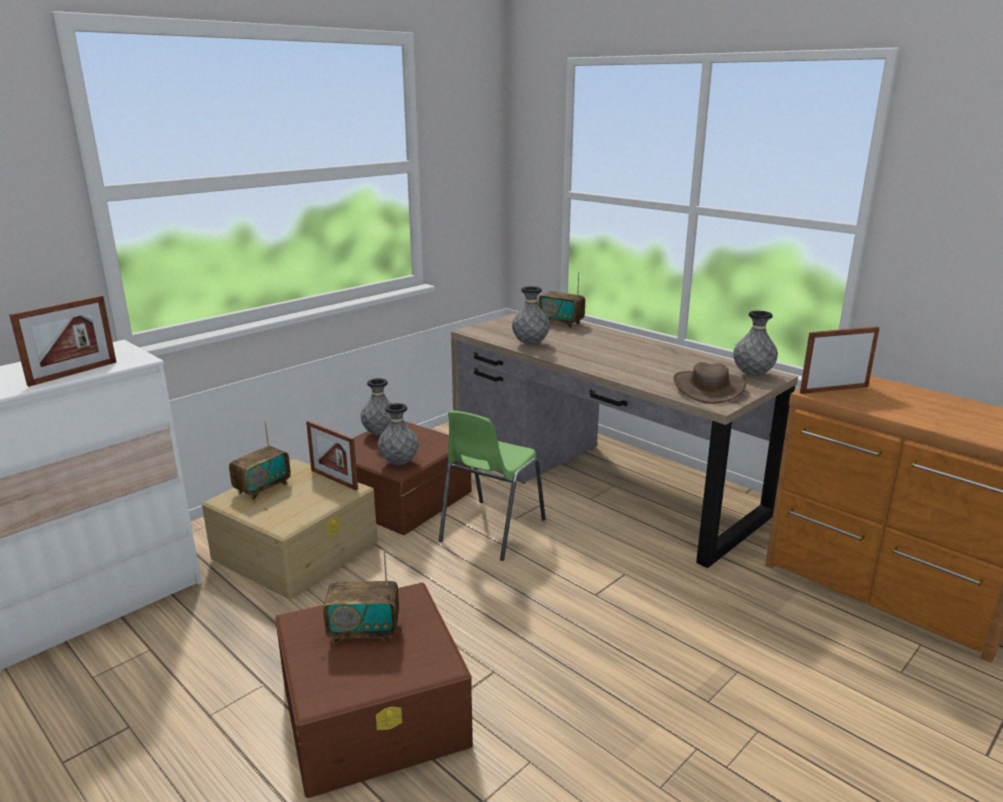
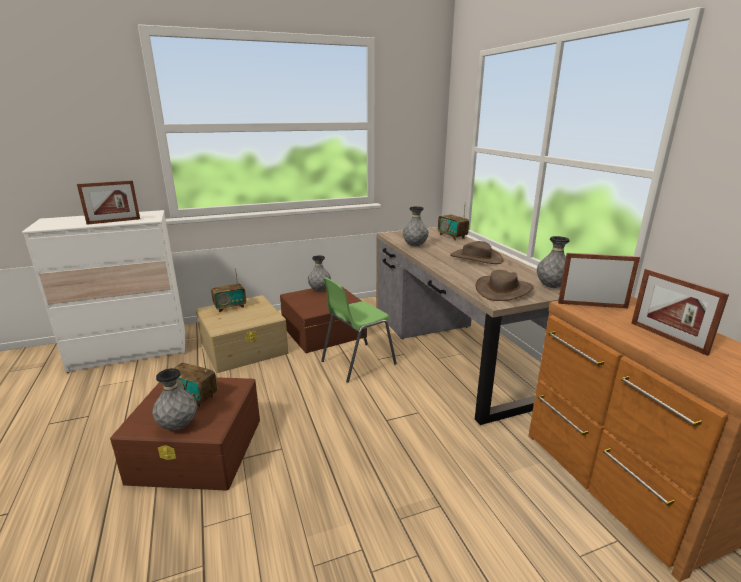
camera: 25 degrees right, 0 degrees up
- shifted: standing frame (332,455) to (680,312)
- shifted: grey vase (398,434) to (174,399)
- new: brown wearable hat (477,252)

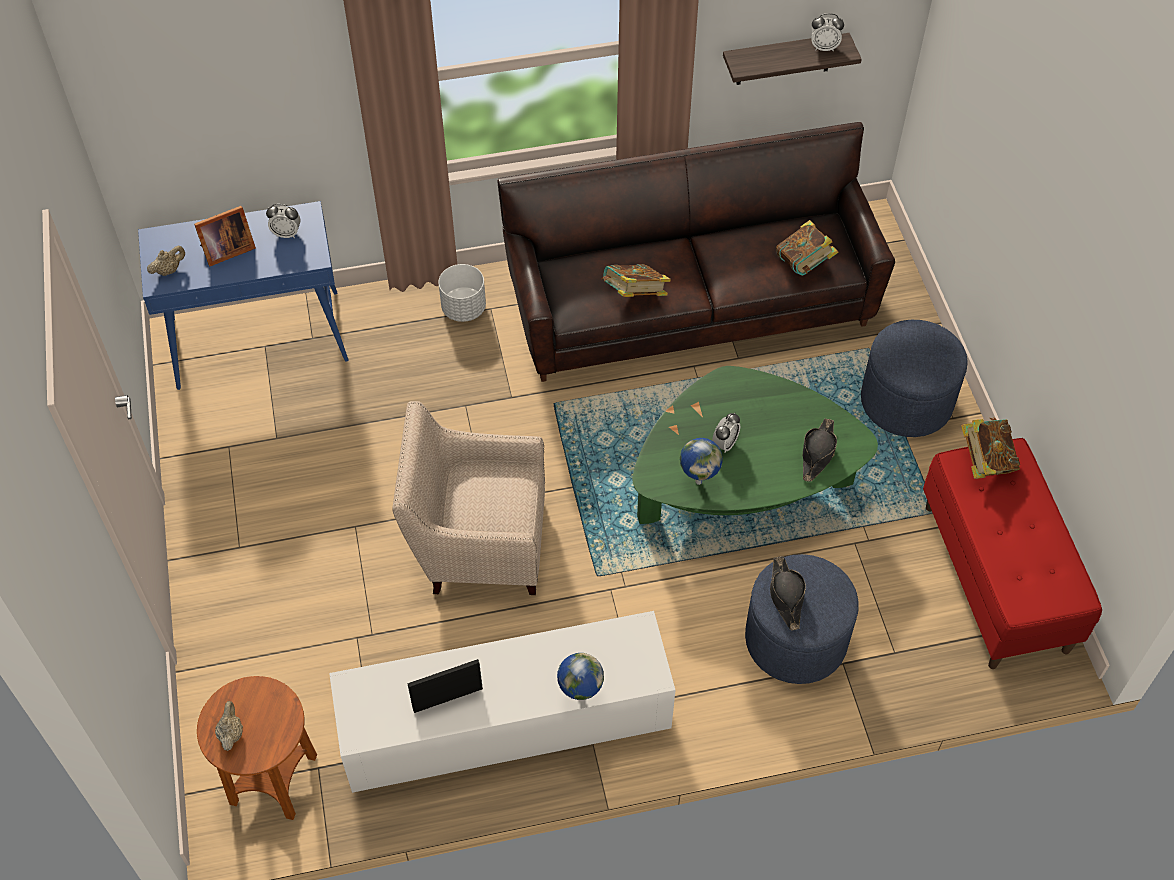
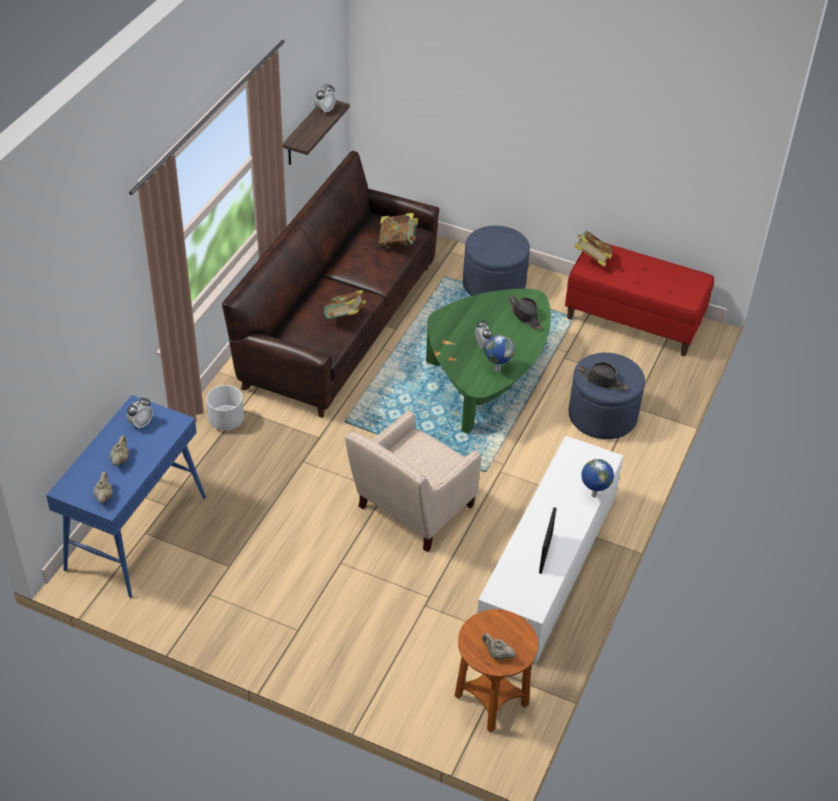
camera: 55 degrees left, 10 degrees down
- swapped: standing frame (225,236) to sand-coloured teapot (119,451)

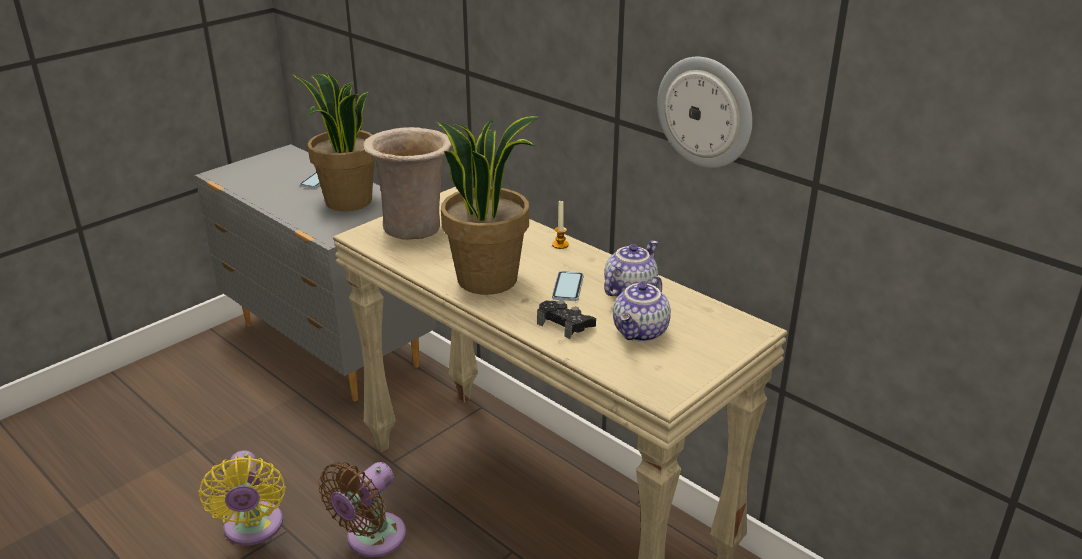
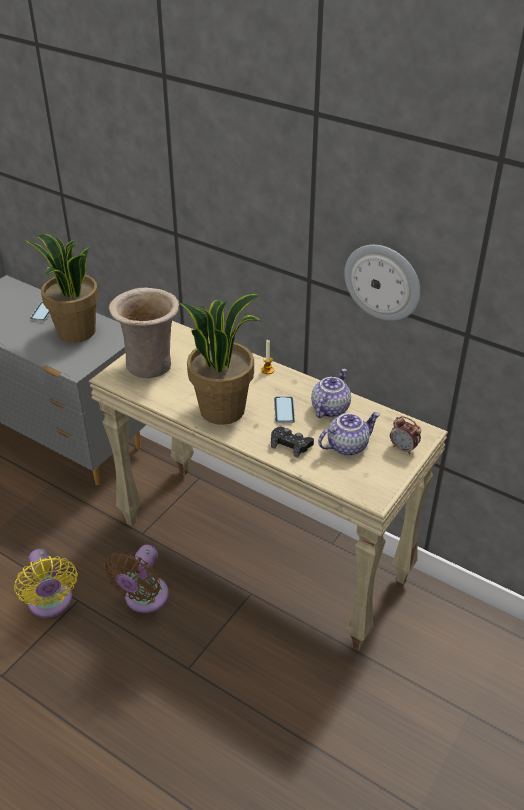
camera: 10 degrees left, 10 degrees up
- rotated: teapot (642,309) = (349,434) 135 degrees counterclockwise
- new: table clock (405,435)

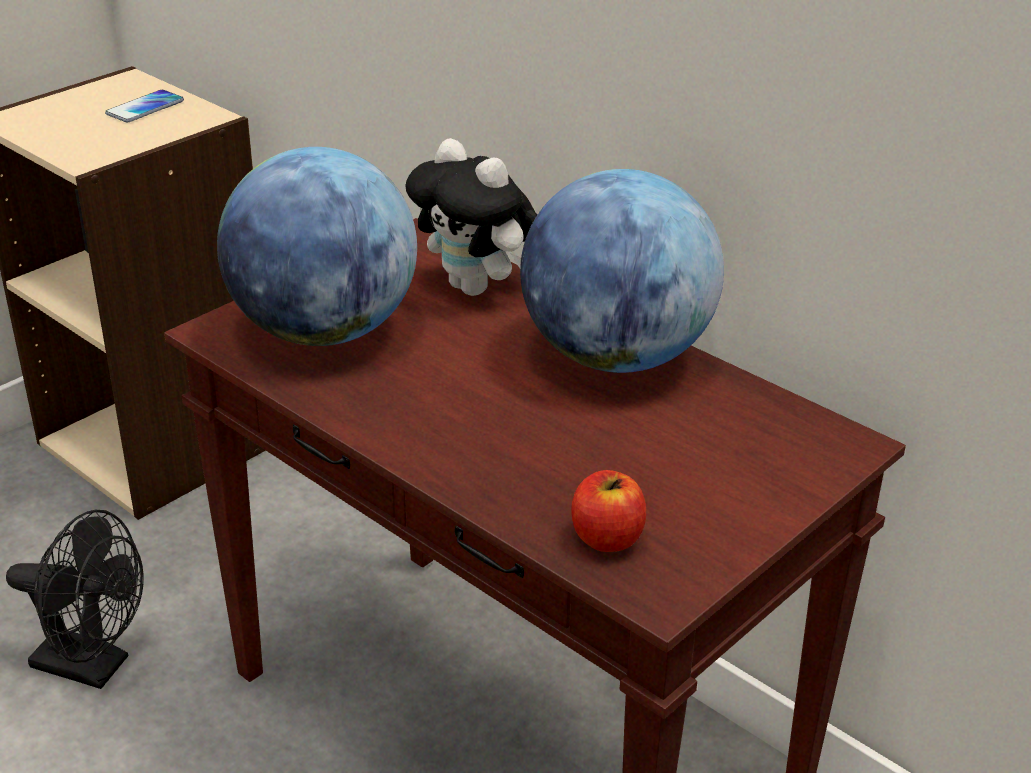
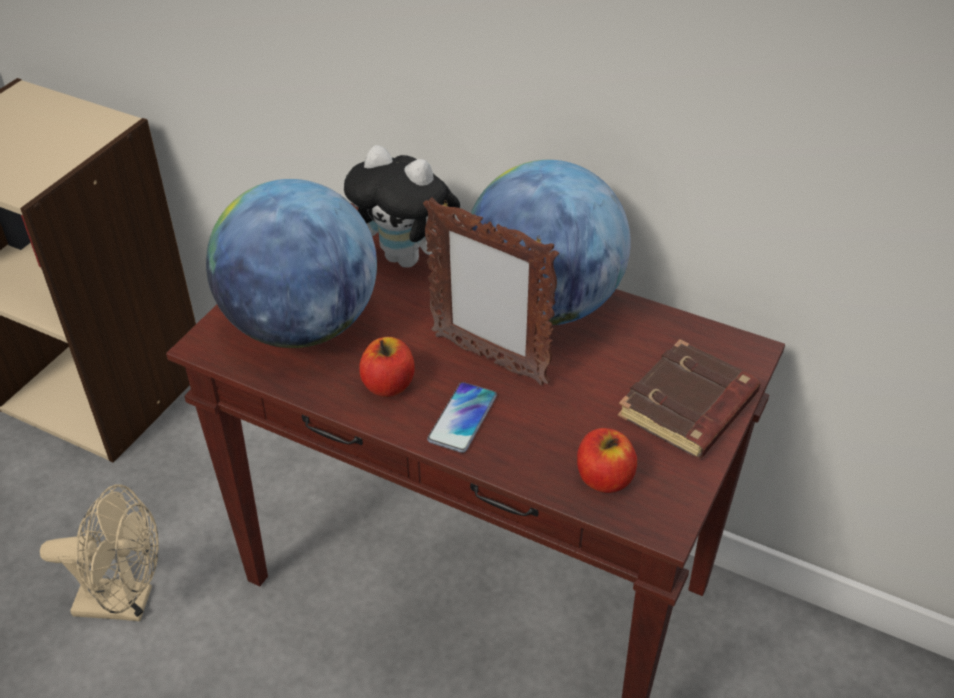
camera: 15 degrees left, 10 degrees up
- repainted: black-coloured fan (75,599) to sand-coloured fan (99,552)
- shifted: phone (144,106) to (462,417)
- new: apple (387,367)
- new: standing frame (491,291)
- new: brown book (689,399)

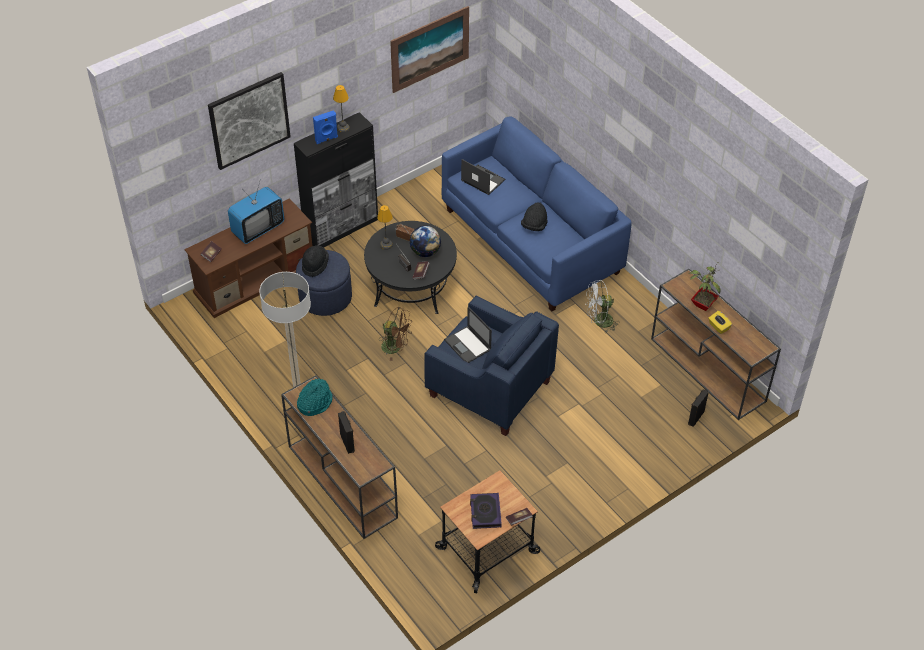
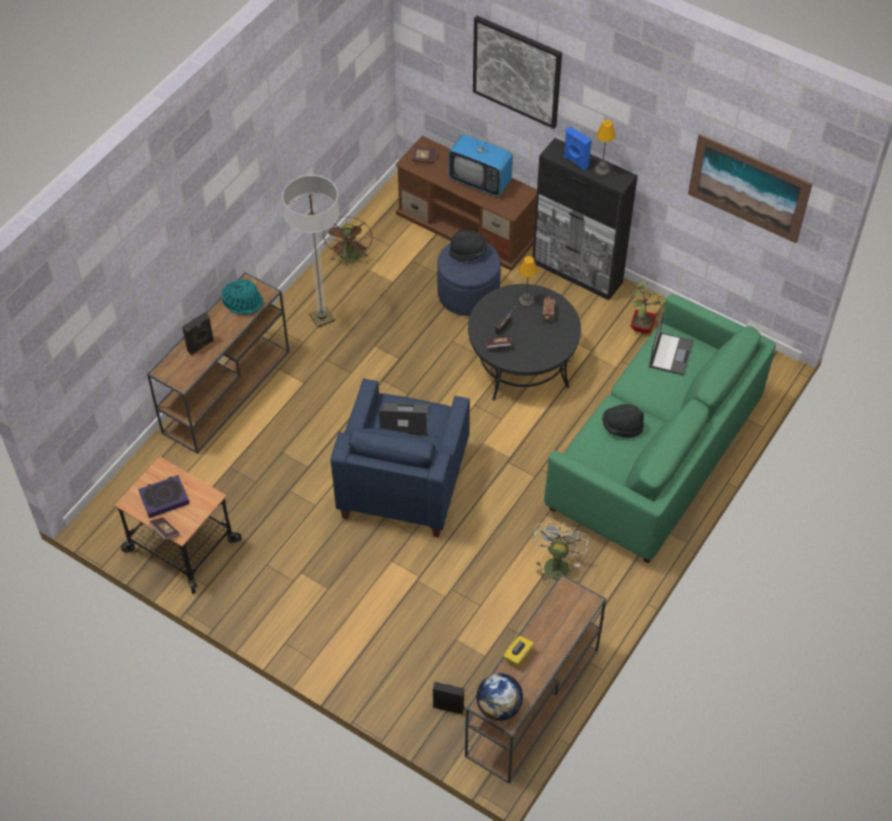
camera: 70 degrees right, 5 degrees up
- shifted: brown fan (396,334) to (347,239)
- shifted: globe (425,241) to (499,697)
- repainted: blue settee (537,214) to green settee (660,428)
- rotated: laptop (468,335) = (404,418) 60 degrees clockwise
- rotated: white fan (603,306) = (561,553) 45 degrees clockwise
- shifted: potted plant (705,287) to (648,307)

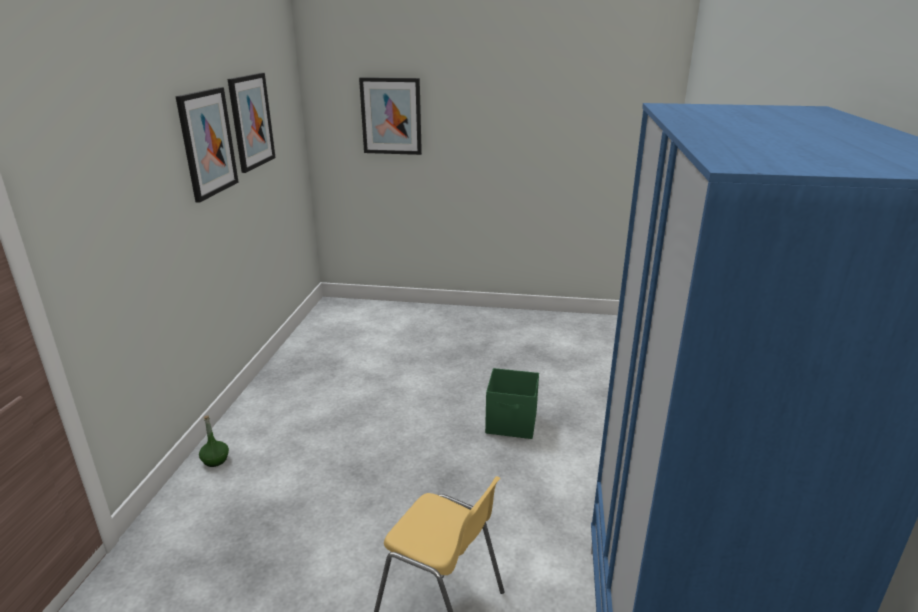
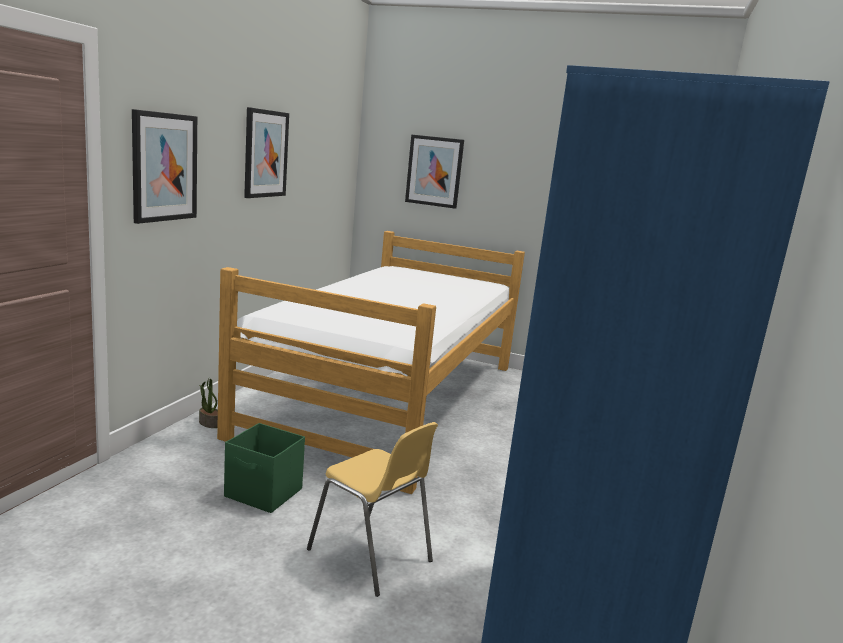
camera: 10 degrees right, 10 degrees down
- swapped: green bottle (214,441) to potted plant (208,403)
- shifted: wall art (252,123) to (164,166)
- shifted: green storage container (512,403) to (264,468)
- new: sleeping bed (371,362)

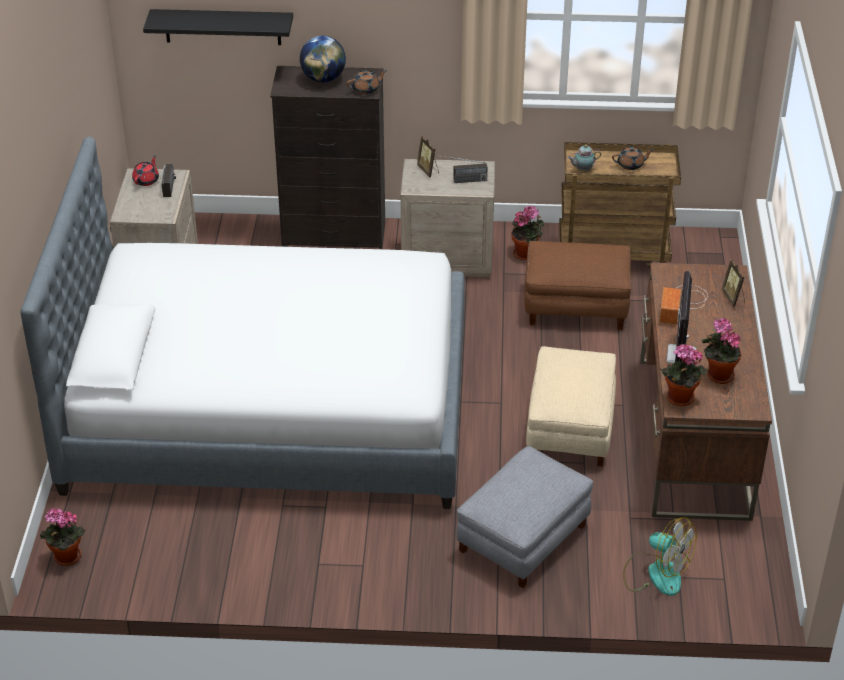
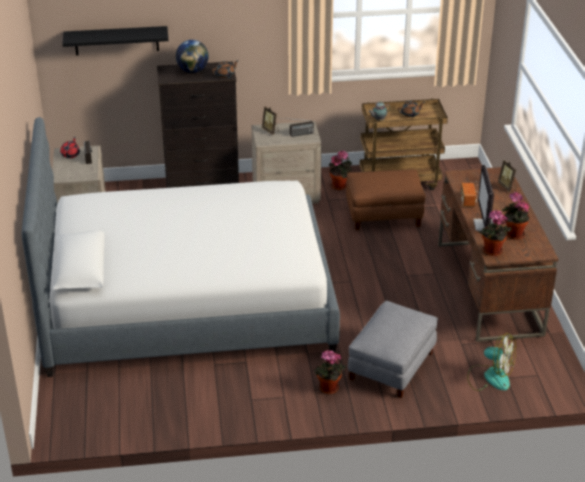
camera: 10 degrees left, 5 degrees down
- shifted: potted plant (62,537) to (329,372)
- gone: sand-coloured pouffe (571,406)

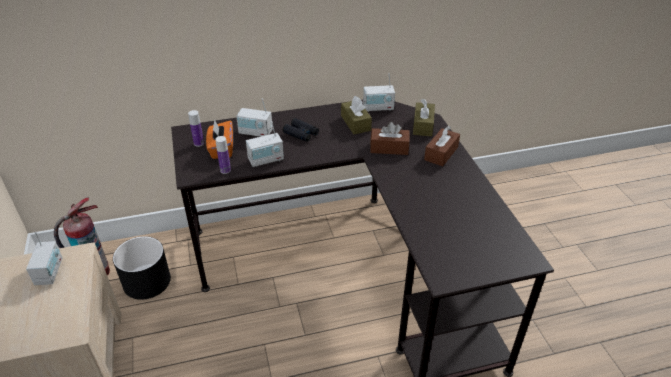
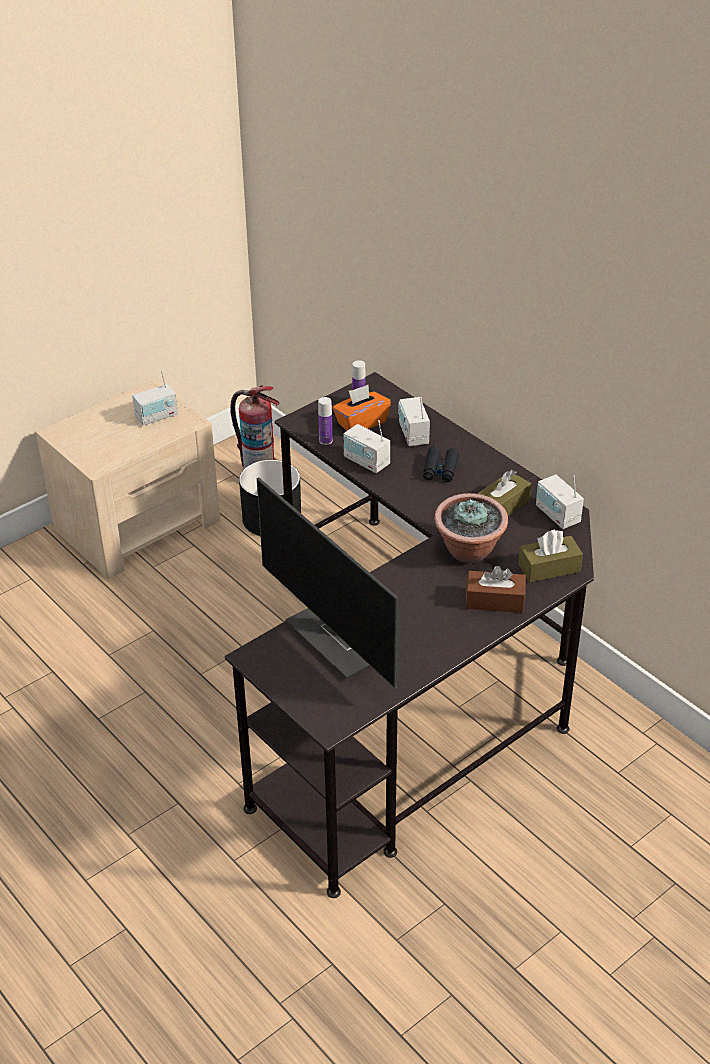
camera: 65 degrees right, 0 degrees up
- swapped: brown tissue holder (390,138) to potted plant (471,528)
- new: monitor (328,583)

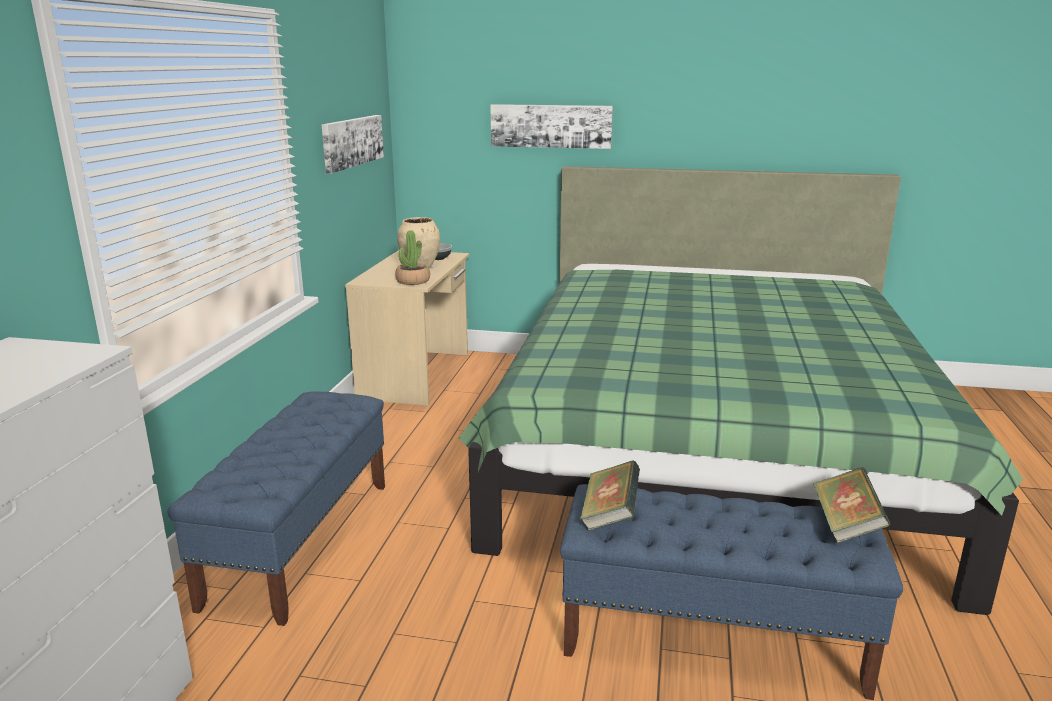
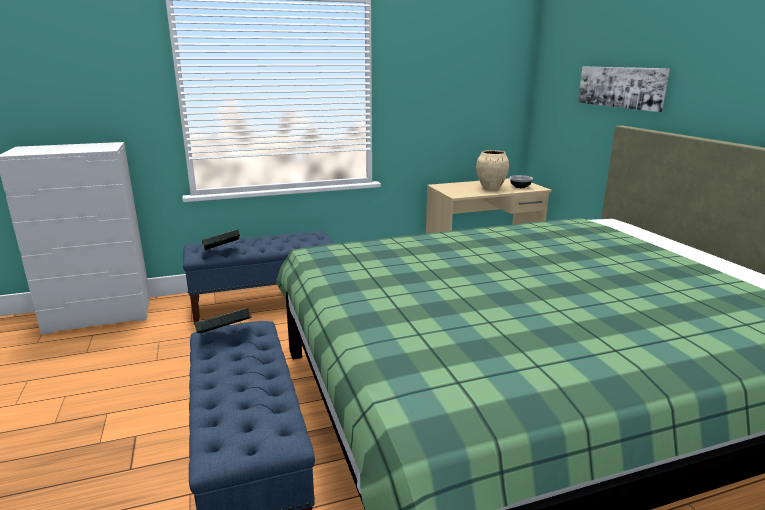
camera: 60 degrees right, 0 degrees up
- gone: wall art (353,144)
- gone: potted plant (412,257)
- shifted: book (852,505) to (221,239)

